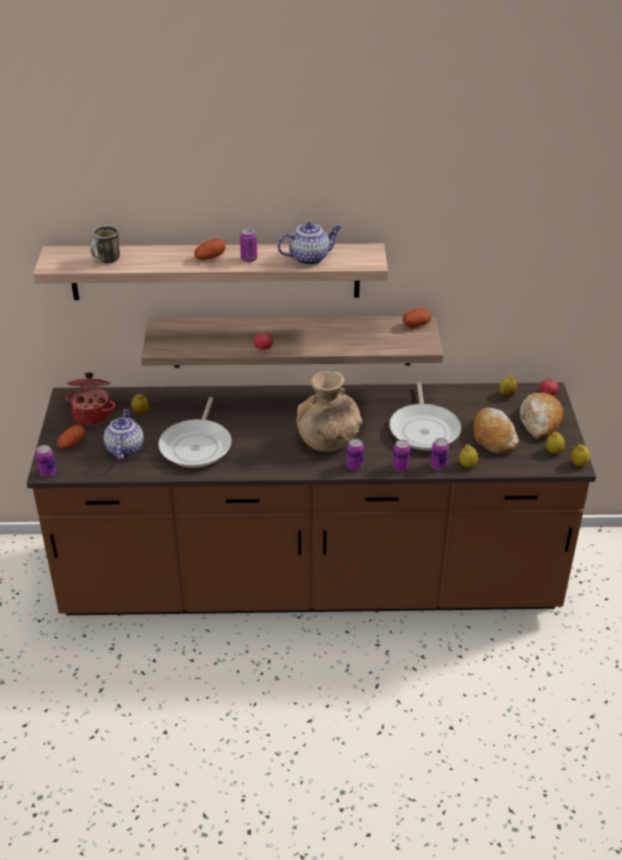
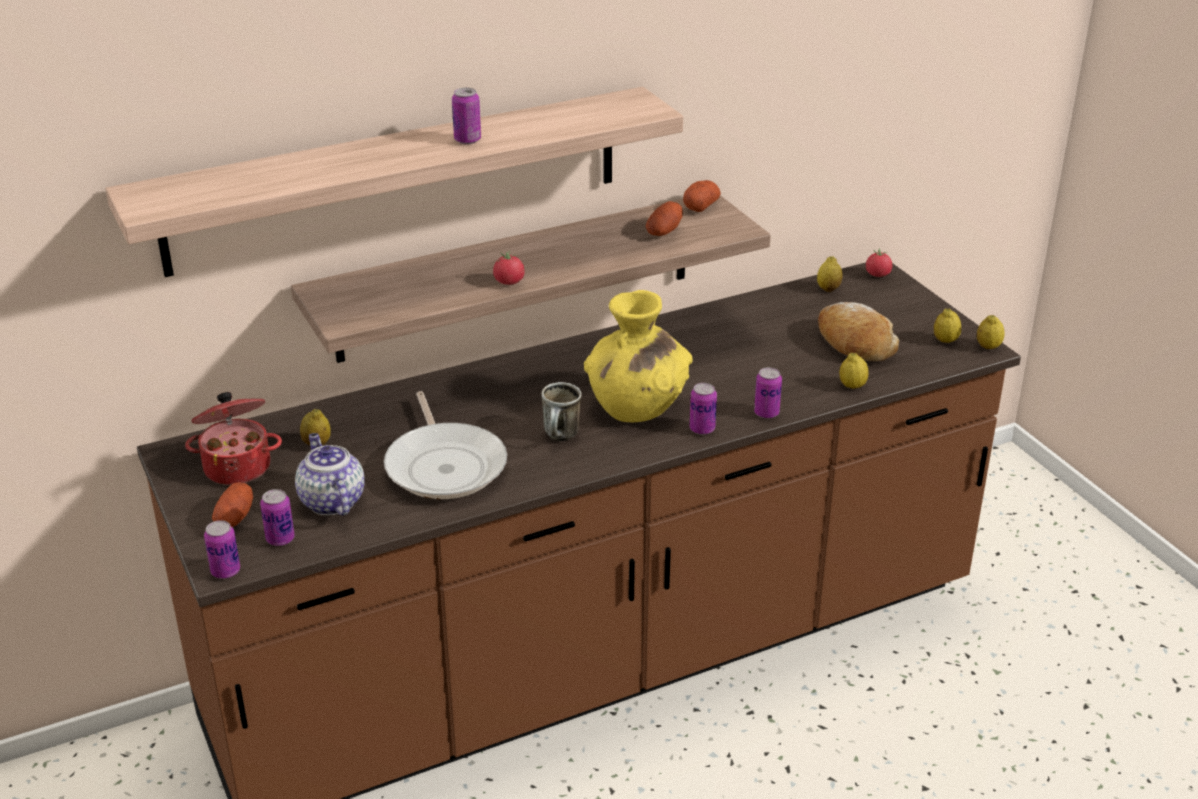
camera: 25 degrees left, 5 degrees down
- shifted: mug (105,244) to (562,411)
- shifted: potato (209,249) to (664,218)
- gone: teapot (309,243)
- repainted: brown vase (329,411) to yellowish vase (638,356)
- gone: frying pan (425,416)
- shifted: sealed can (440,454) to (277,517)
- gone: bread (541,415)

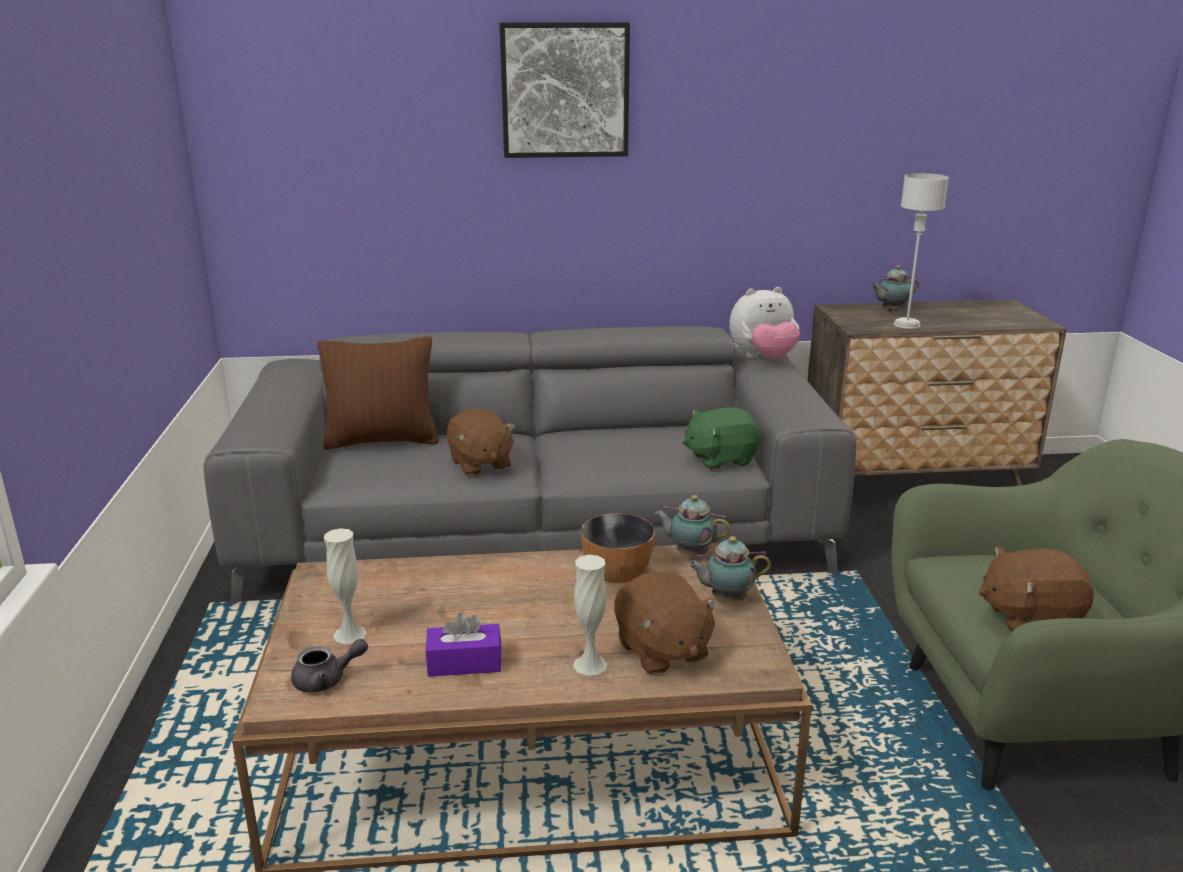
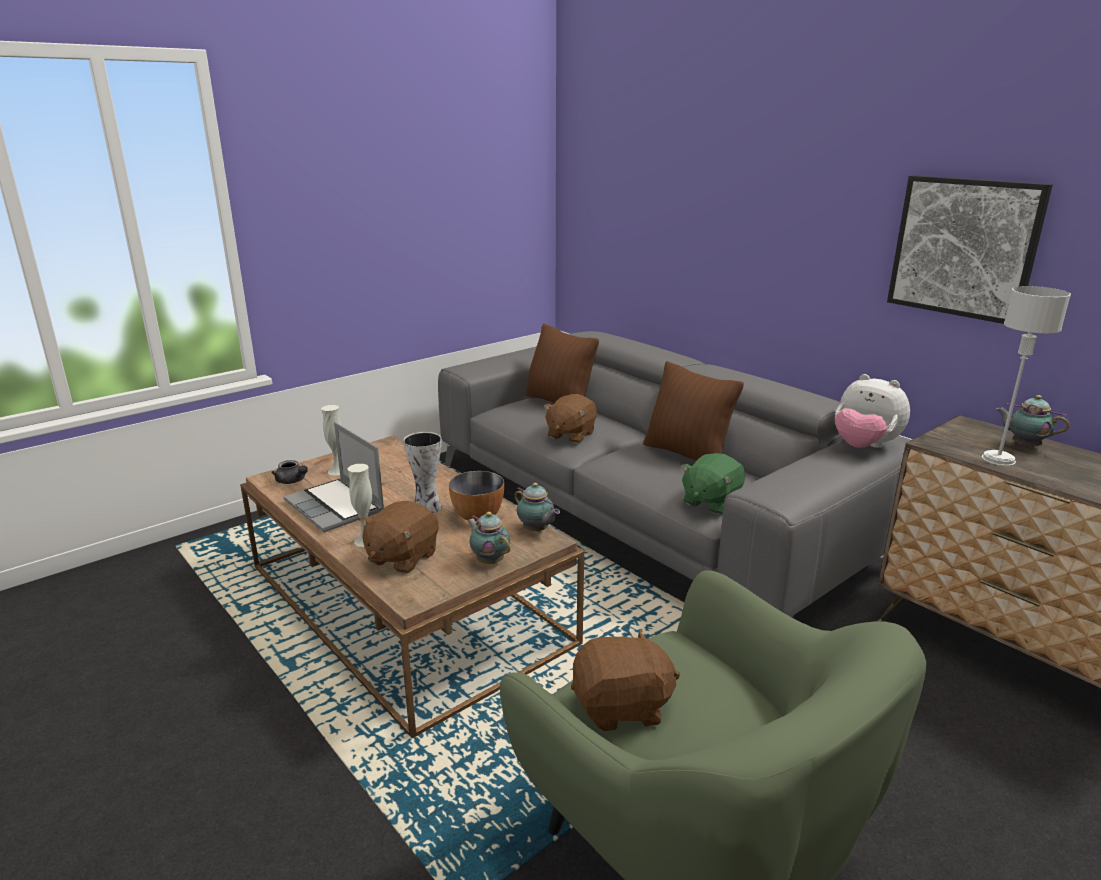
camera: 55 degrees right, 0 degrees up
- swapped: purple tissue holder (464,644) to laptop (334,477)
- shifted: wall art (565,90) to (970,249)
- rotated: teapot (692,525) = (537,507) 150 degrees clockwise
- rotated: green soft toy (721,438) = (713,484) 90 degrees counterclockwise
- rotated: brown soft toy (1036,589) = (625,679) 120 degrees clockwise
- new: vase (422,472)
- new: brown throw pillow (693,411)

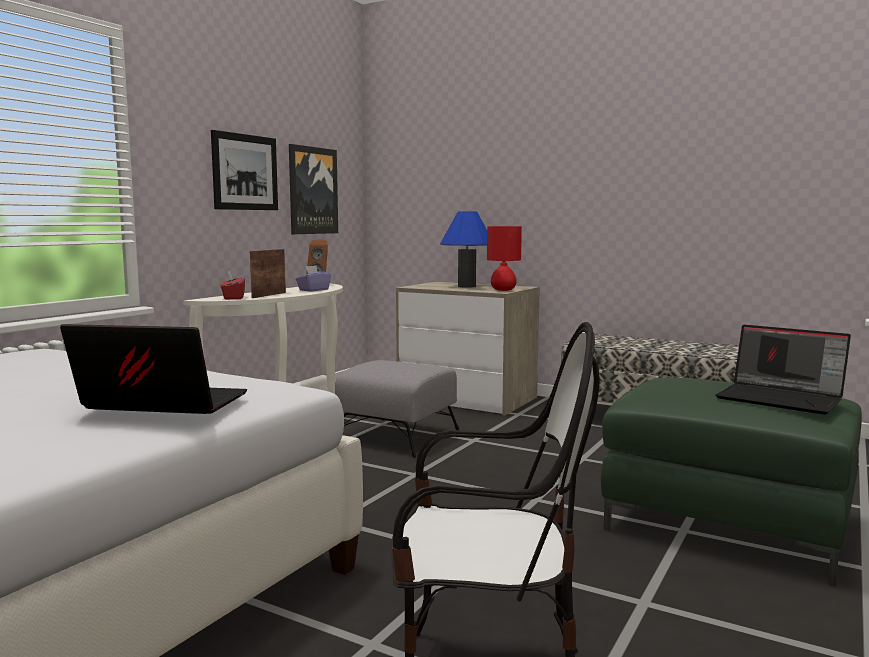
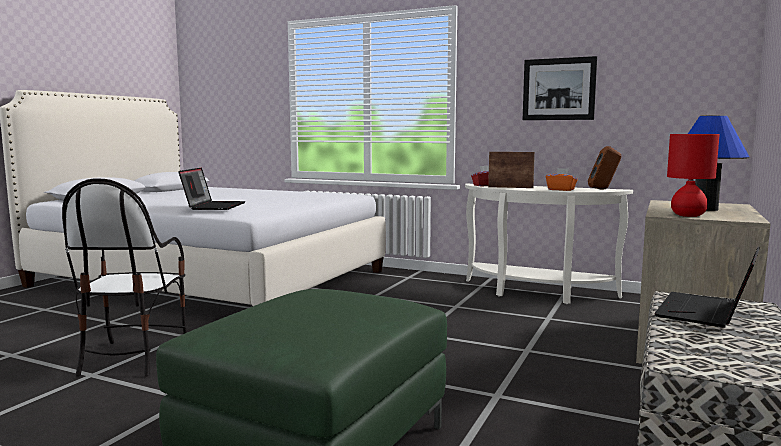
camera: 85 degrees right, 0 degrees up
- gone: wall art (313,189)
- repainted: purple tissue holder (313,278) to orangey tissue holder (562,179)
- gone: grey pouffe (397,409)
- shifted: laptop (783,370) to (707,287)

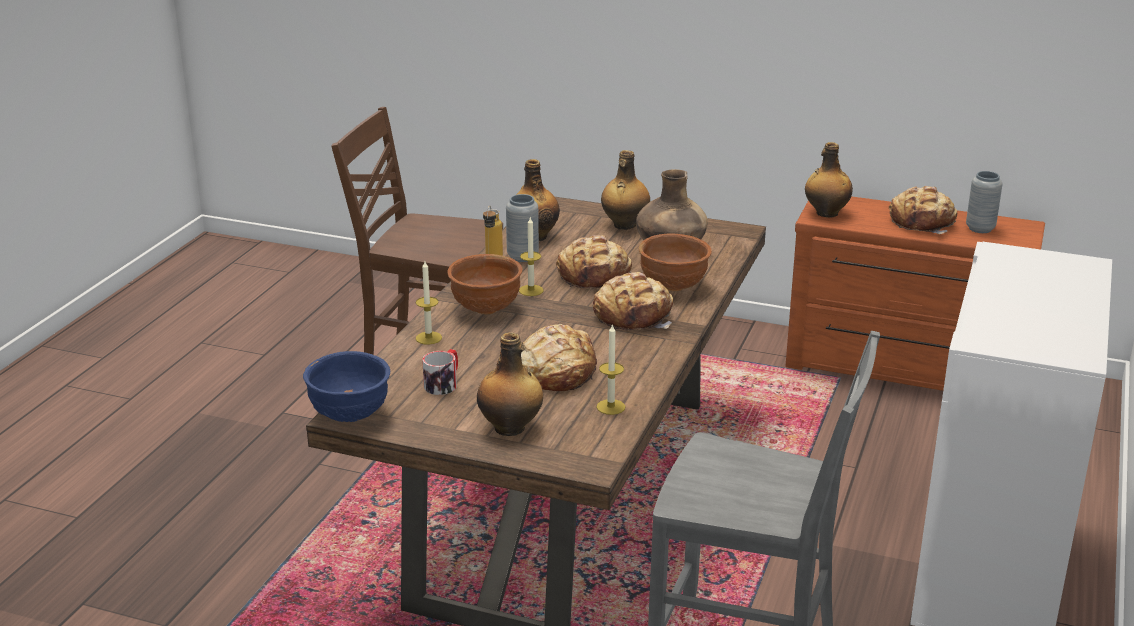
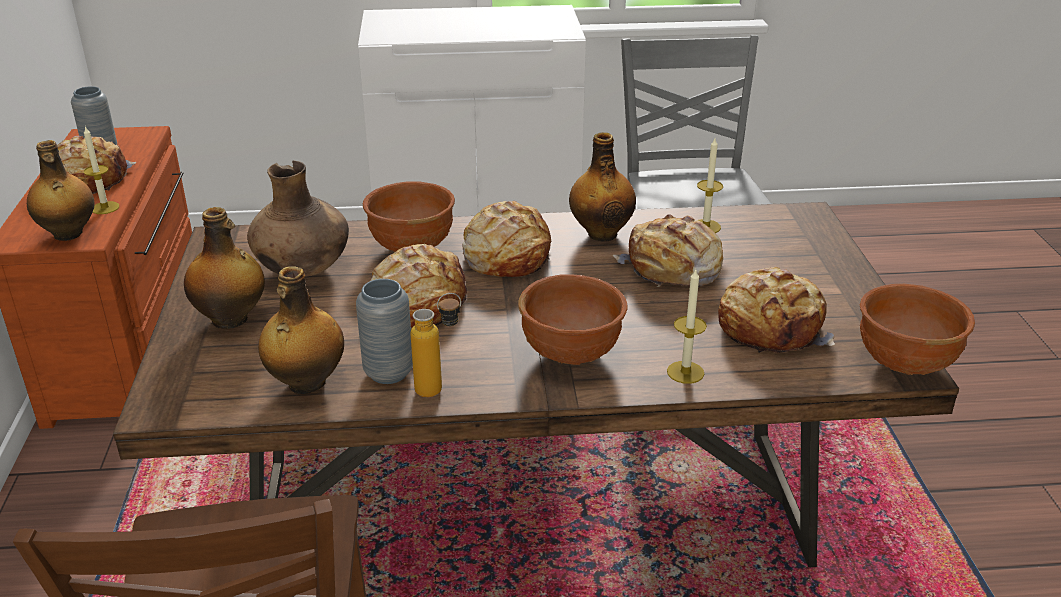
camera: 115 degrees left, 5 degrees up
- repainted: blue bowl (346,386) to brown bowl (917,329)
- swapped: mug (440,372) to bread (776,310)
- shifted: bottle (510,384) to (602,186)
- shifted: candle (531,256) to (101,170)

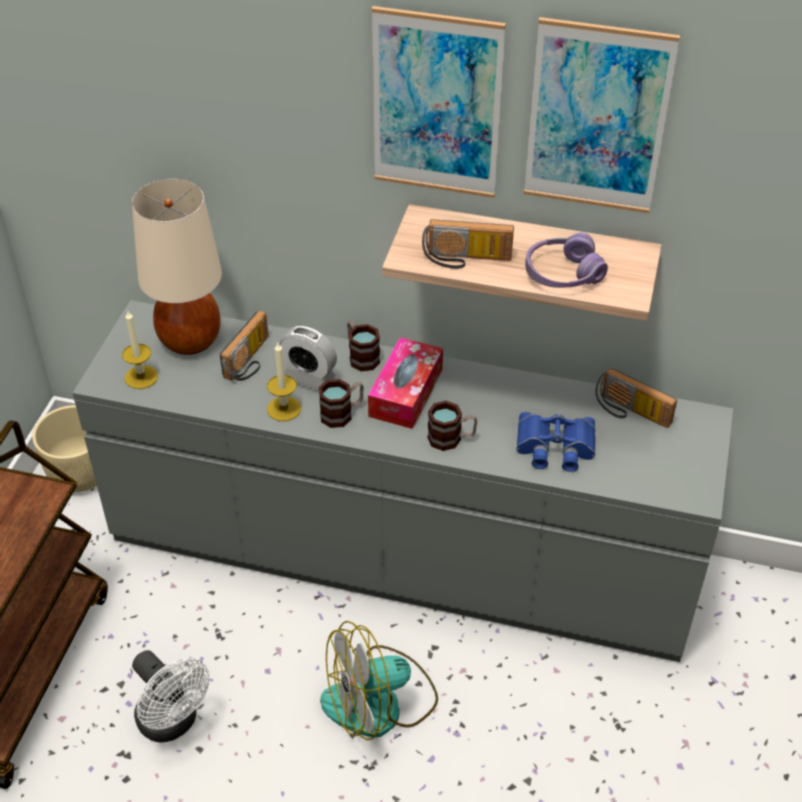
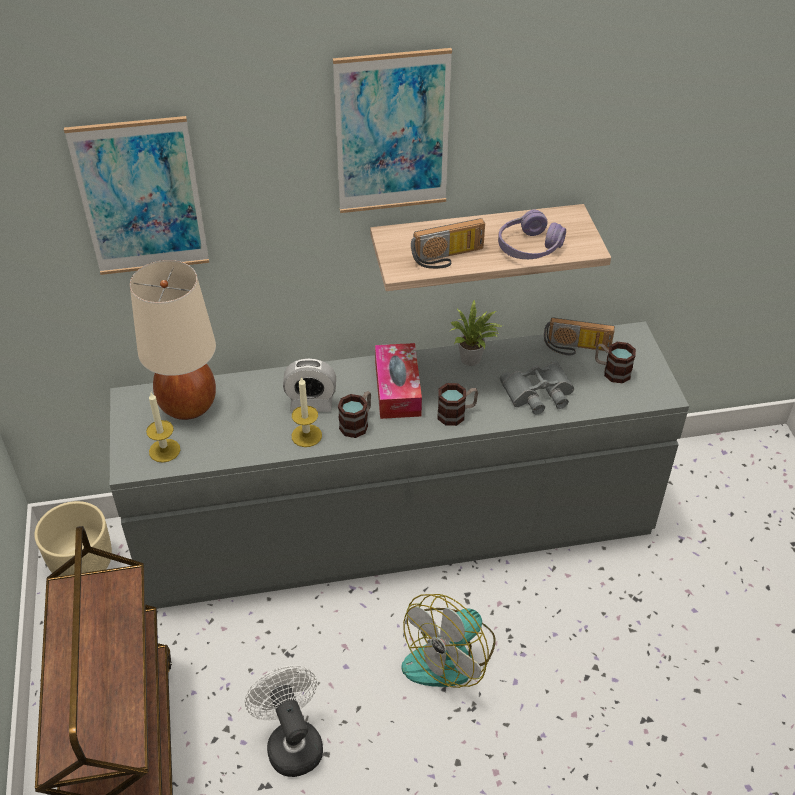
camera: 25 degrees left, 0 degrees up
- rotated: white fan (170,696) = (284,721) 135 degrees counterclockwise
- gone: radio (244,346)
- shifted: mug (363,346) to (615,362)
- repainted: blue pair of binoculars (556,442) to grey pair of binoculars (537,387)
- shifted: wall art (602,115) to (136,195)
- new: potted plant (476,332)

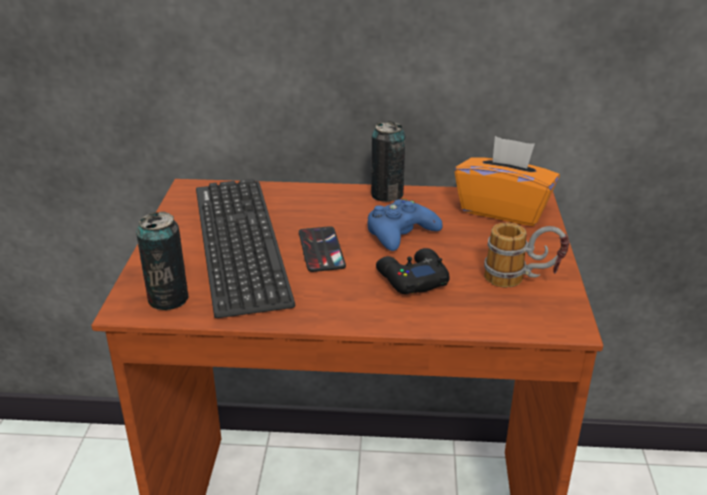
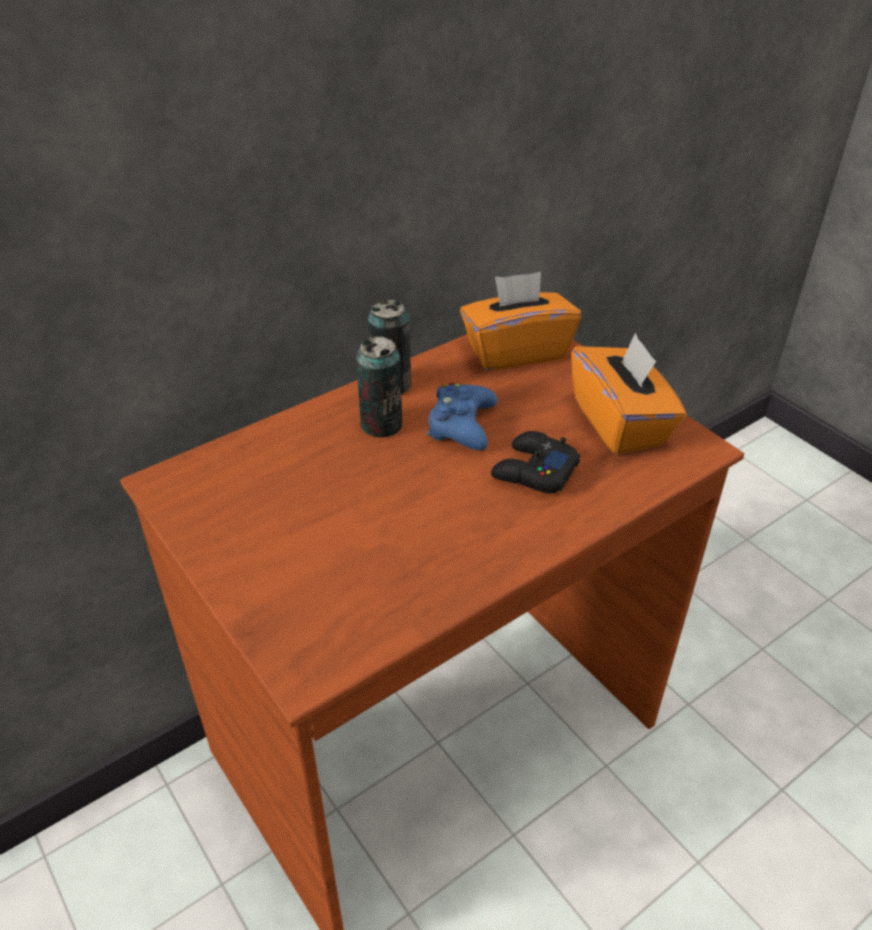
camera: 40 degrees left, 10 degrees up
- shifted: sealed can (162,261) to (379,387)
- gone: keyboard (245,248)
- gone: phone (322,249)
- swapped: mug (527,255) to orangey tissue holder (628,394)

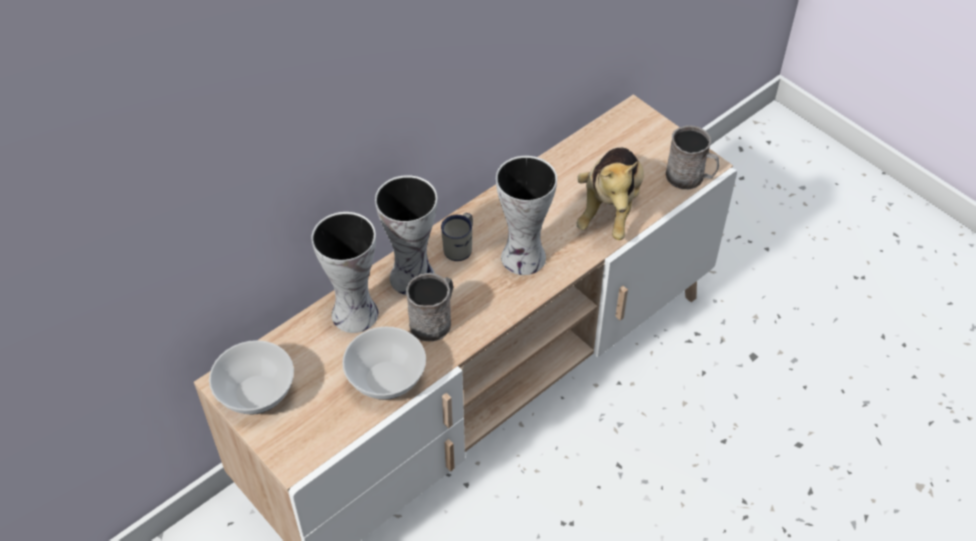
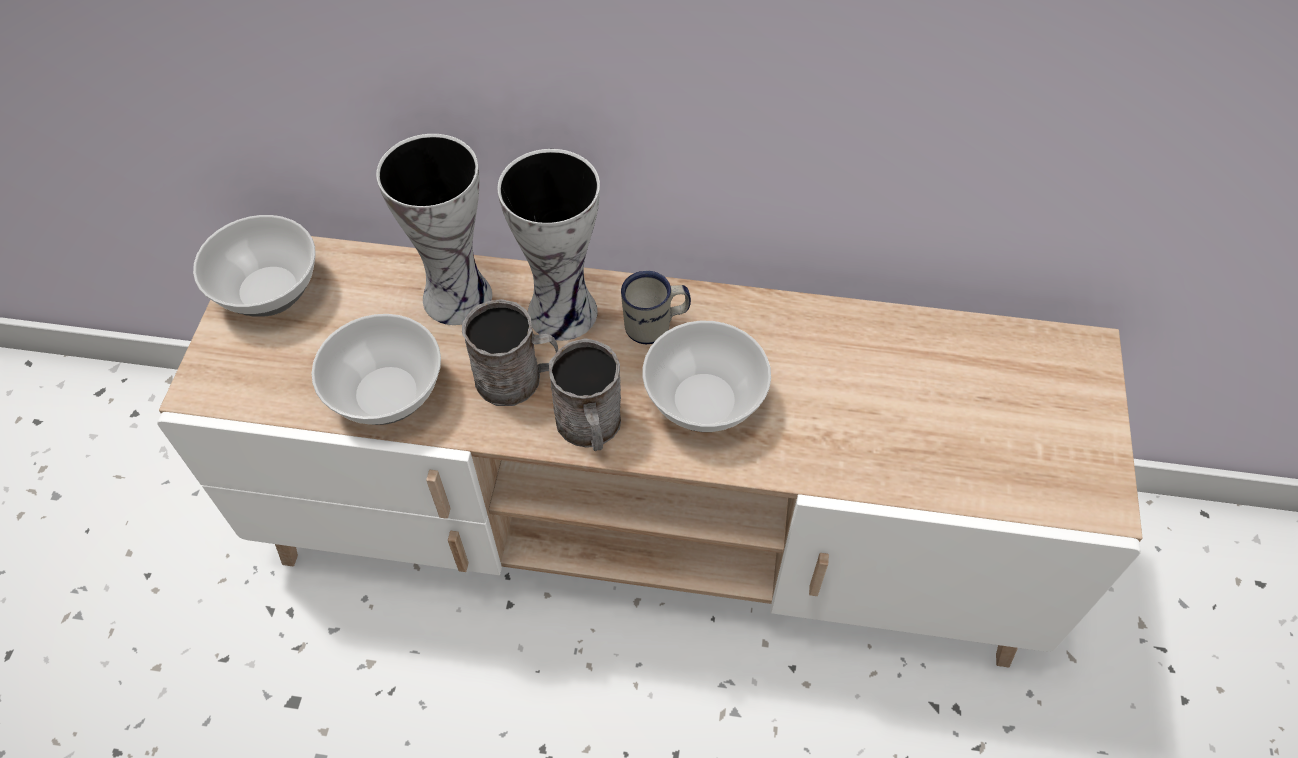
camera: 50 degrees right, 5 degrees up
- swapped: vase (526,215) to bowl (706,376)
- gone: soft toy (610,194)
- shifted: grey mug (692,157) to (585,394)

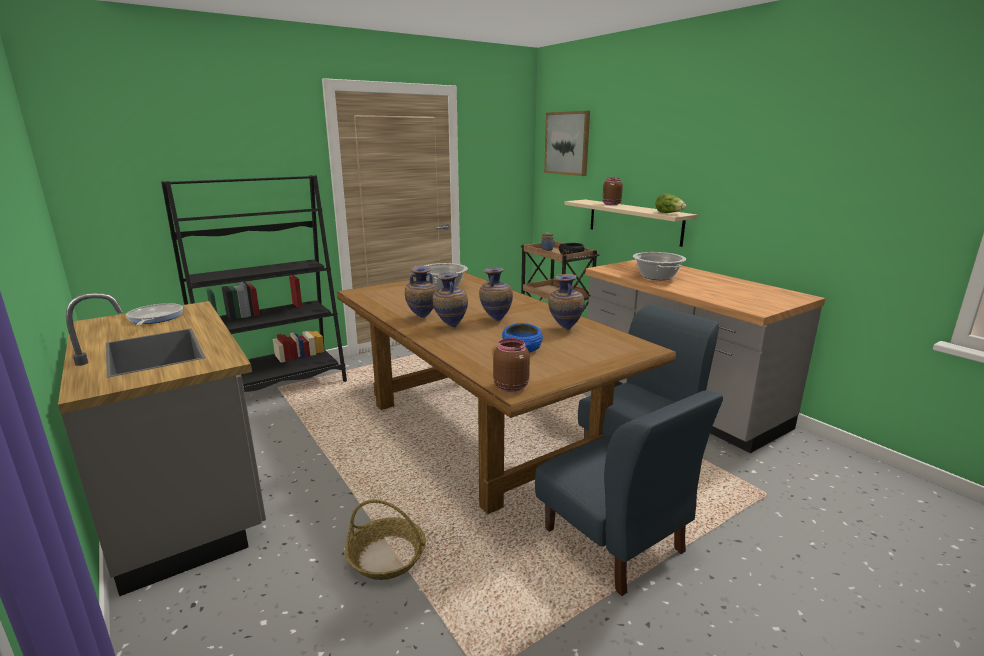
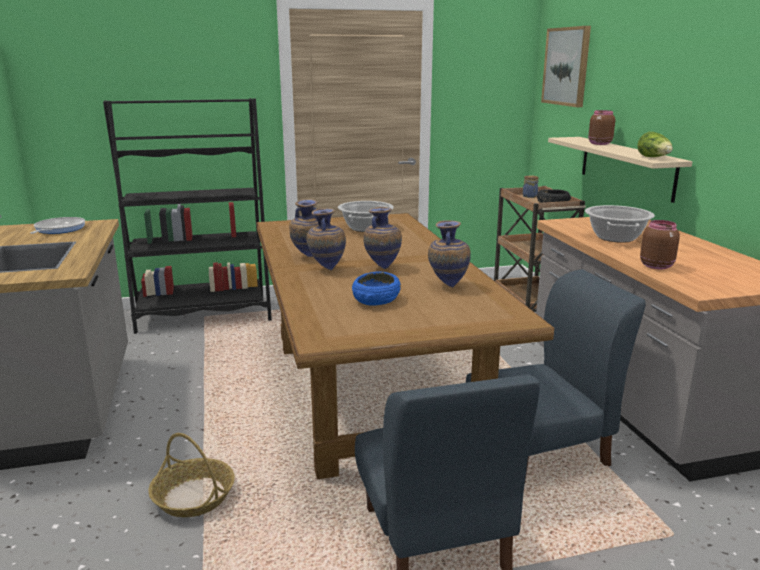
camera: 20 degrees right, 0 degrees up
- shifted: brown preserve jar (511,365) to (660,244)

